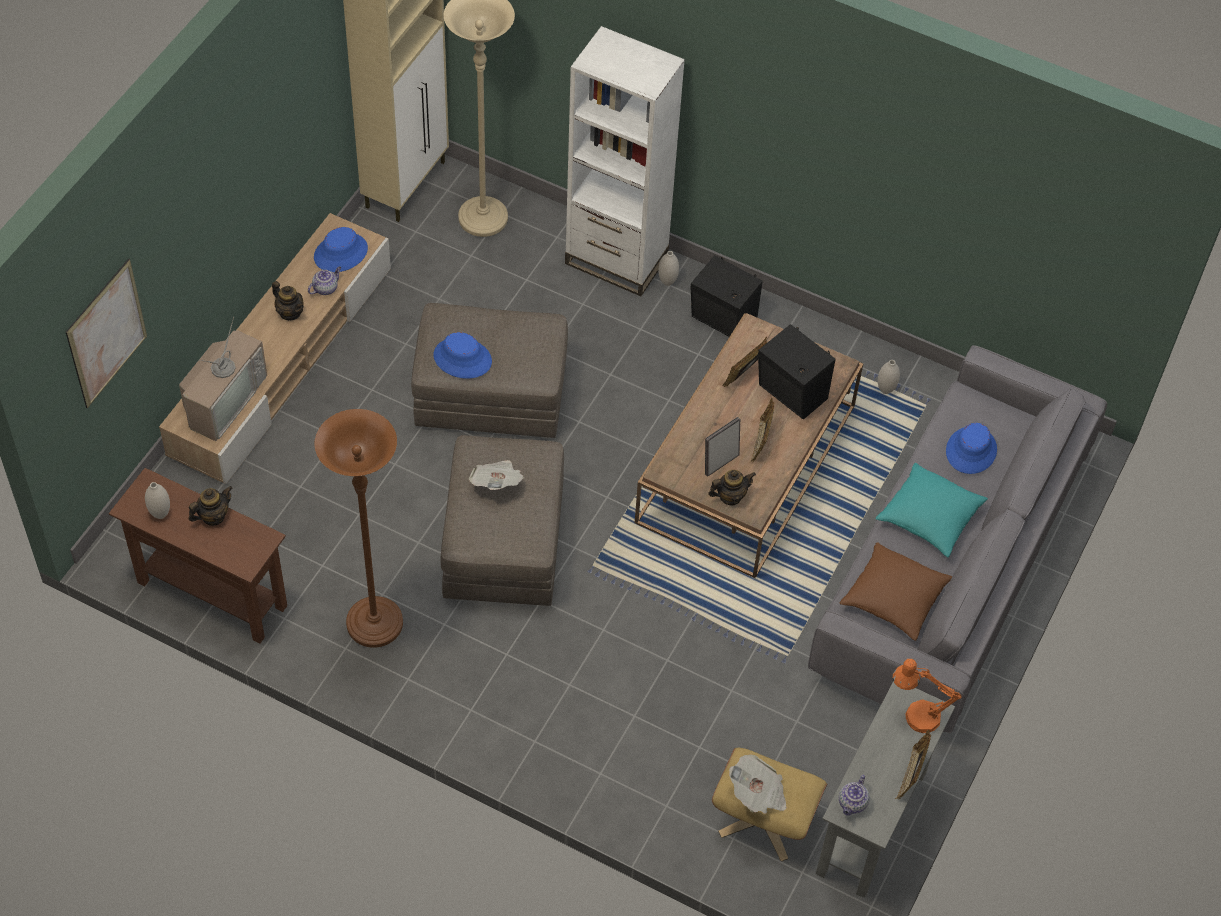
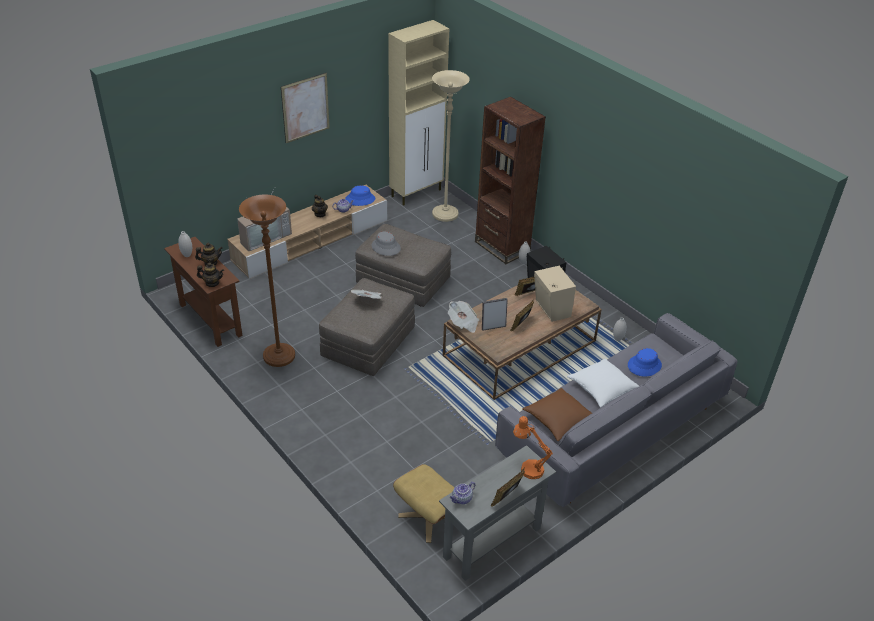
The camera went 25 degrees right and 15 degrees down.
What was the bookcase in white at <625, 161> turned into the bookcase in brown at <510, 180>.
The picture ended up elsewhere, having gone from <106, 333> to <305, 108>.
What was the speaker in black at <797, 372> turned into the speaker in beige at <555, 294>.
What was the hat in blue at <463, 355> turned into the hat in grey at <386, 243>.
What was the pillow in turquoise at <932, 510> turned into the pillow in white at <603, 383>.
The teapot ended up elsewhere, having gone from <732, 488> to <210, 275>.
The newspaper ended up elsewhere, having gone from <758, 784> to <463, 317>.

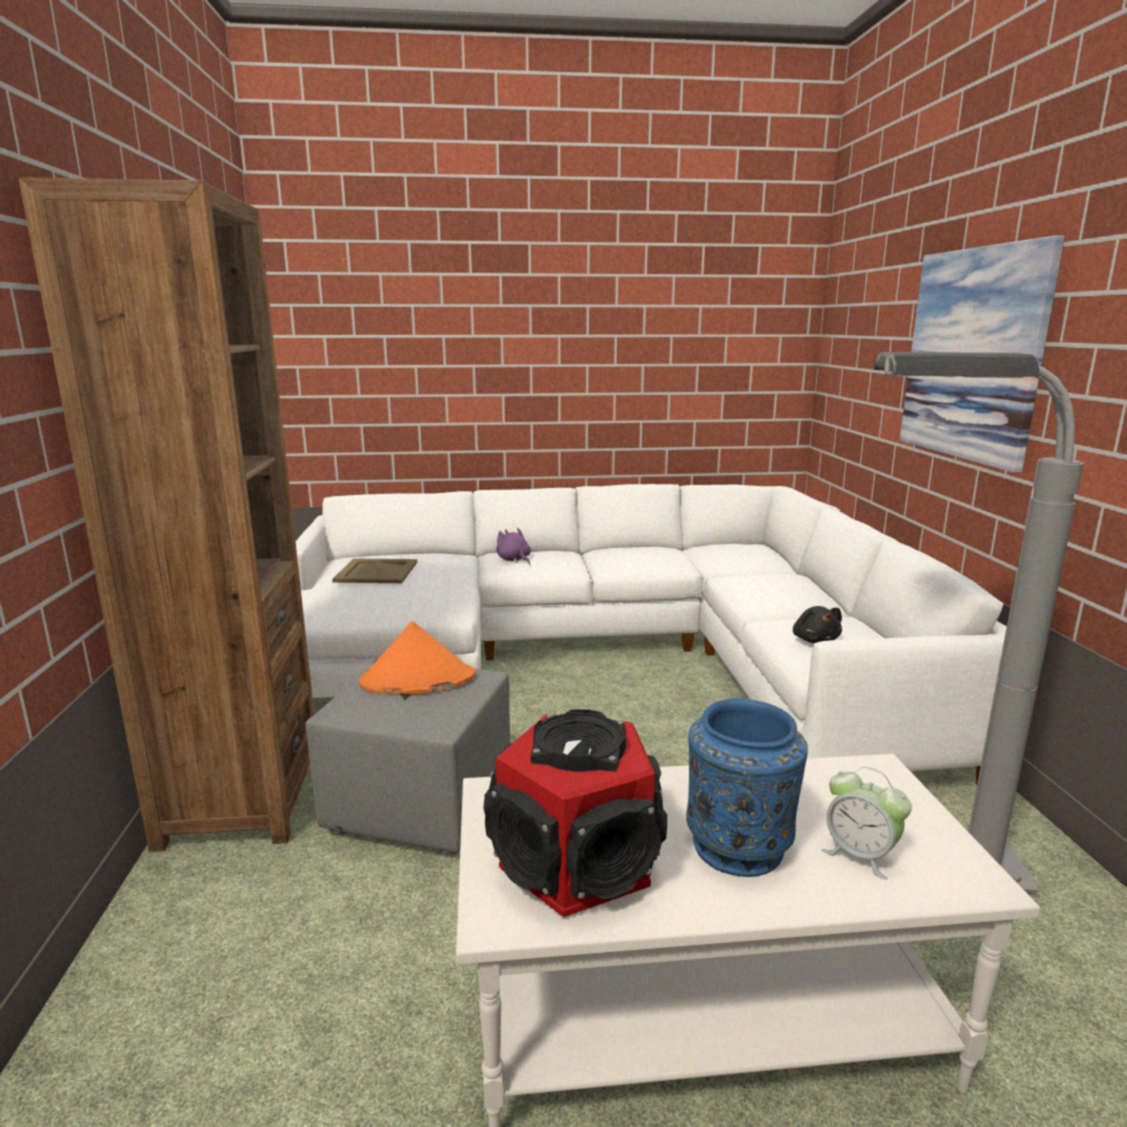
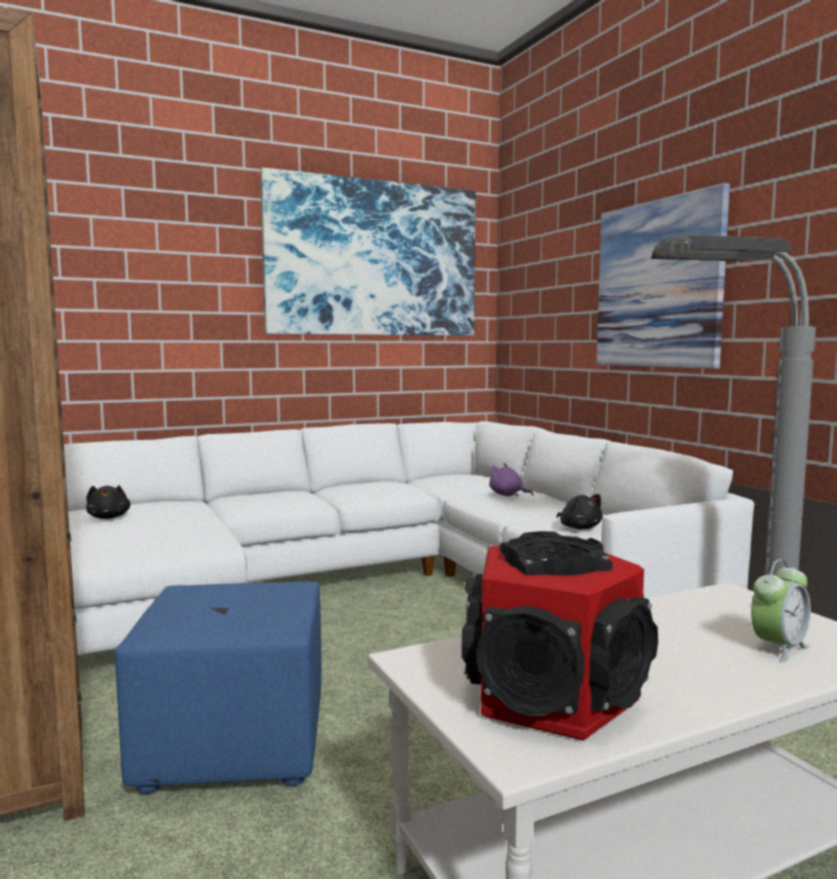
The camera went 20 degrees left and 10 degrees down.
The plush toy in purple ended up elsewhere, having gone from <513, 546> to <511, 480>.
Where the tray in beige stood at <374, 570>, the plush toy in black came to stand at <108, 502>.
The second view lost the hat in orange at <417, 657>.
What was the ottoman in grey at <407, 762> turned into the ottoman in blue at <218, 687>.
The second view lost the vase in blue at <747, 787>.
The alarm clock at <867, 823> ended up facing another way, 60 degrees counterclockwise from before.
The second view gained the picture at <367, 251>.

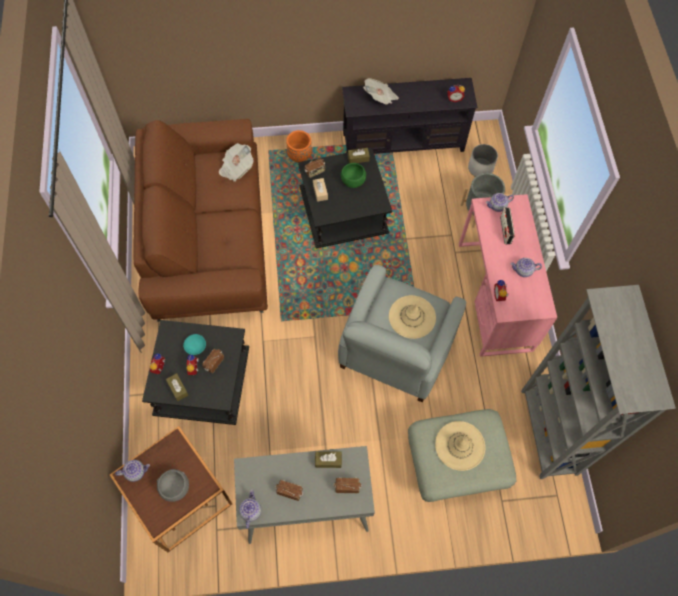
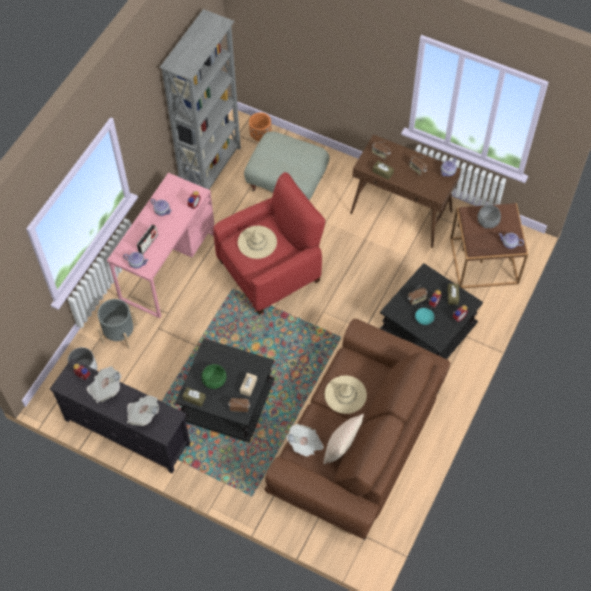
The camera went 145 degrees left and 5 degrees down.
The planter in orange ended up elsewhere, having gone from <299, 146> to <260, 127>.
What was the armchair in grey at <402, 333> turned into the armchair in red at <269, 243>.
The hat in beige ended up elsewhere, having gone from <460, 446> to <346, 395>.
What was the console table in grey at <304, 495> turned into the console table in brown at <405, 191>.
The second view gained the newspaper at <104, 384>.
The second view gained the pillow in beige at <344, 439>.

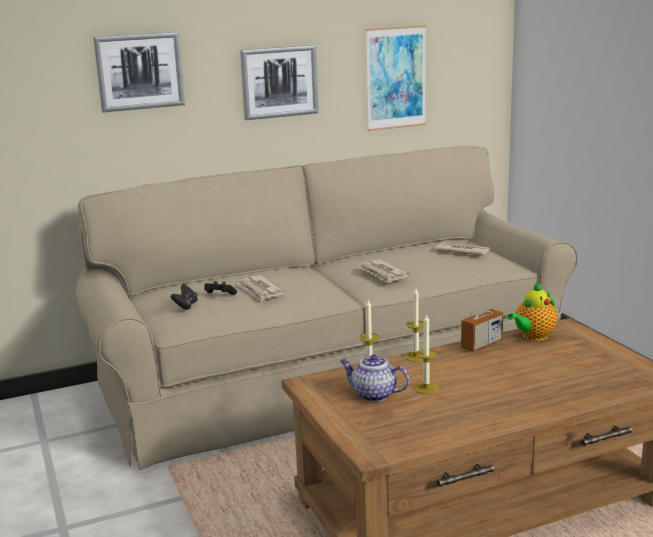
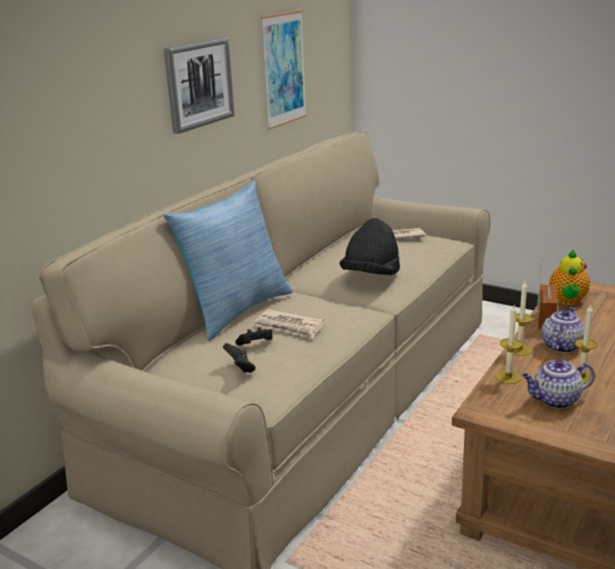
The camera went 35 degrees left and 5 degrees up.
The second view lost the picture at <139, 72>.
Where the newspaper stood at <384, 271>, the hat in black came to stand at <370, 246>.
The second view gained the pillow at <227, 260>.
The second view gained the teapot at <563, 330>.

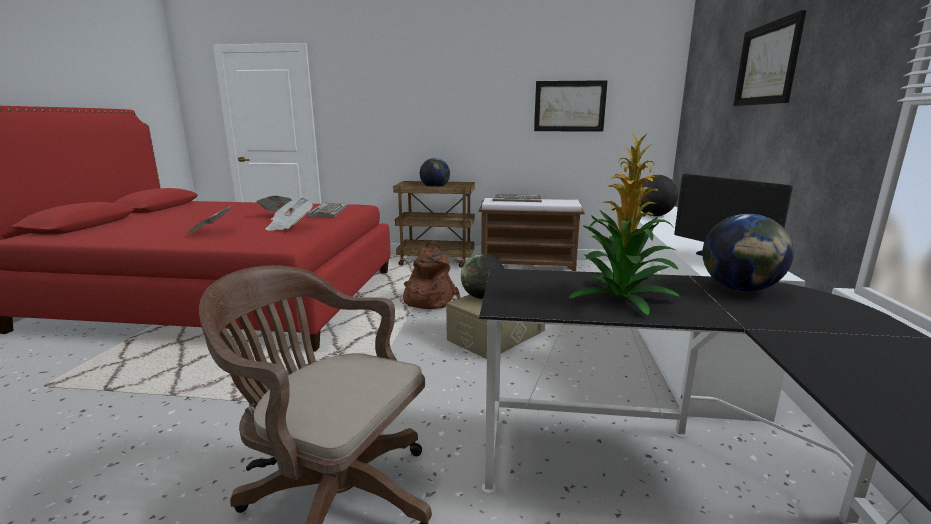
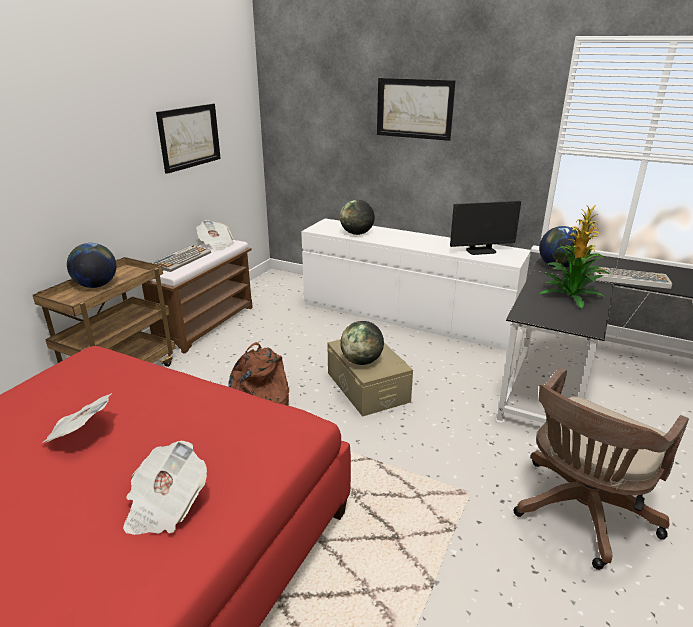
The camera went 70 degrees left and 10 degrees up.
The newspaper ended up elsewhere, having gone from <289, 214> to <215, 235>.
The keyboard ended up elsewhere, having gone from <327, 210> to <632, 278>.

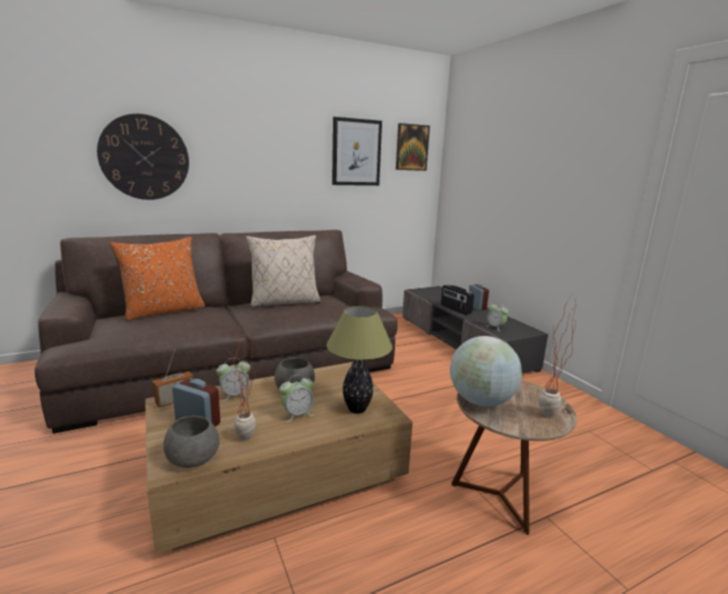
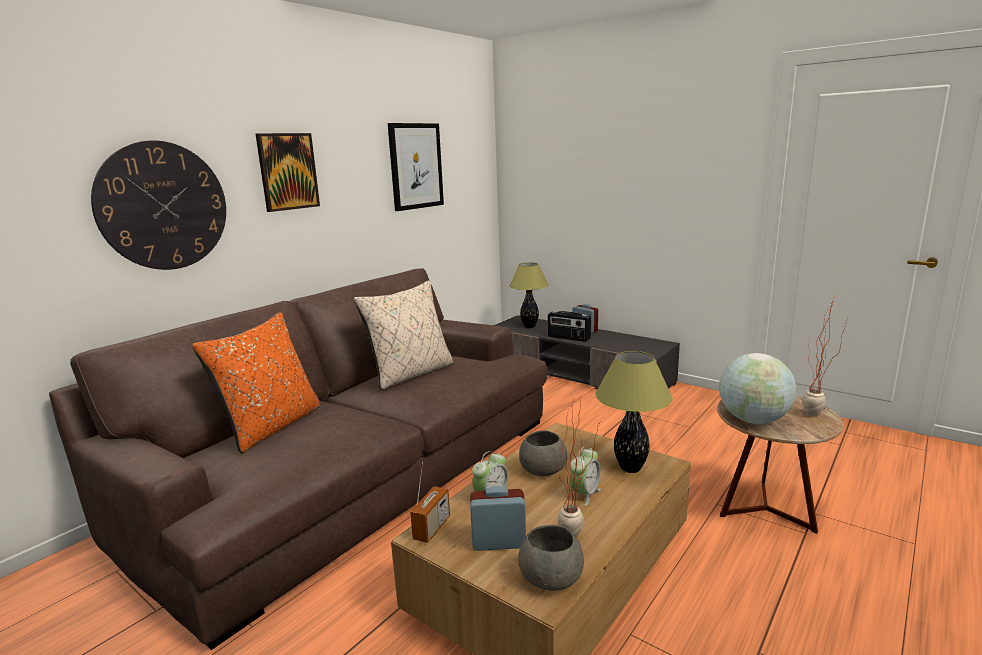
The camera went 25 degrees left and 0 degrees up.
The picture ended up elsewhere, having gone from <413, 147> to <288, 172>.
The second view lost the alarm clock at <497, 316>.
The second view gained the table lamp at <529, 295>.

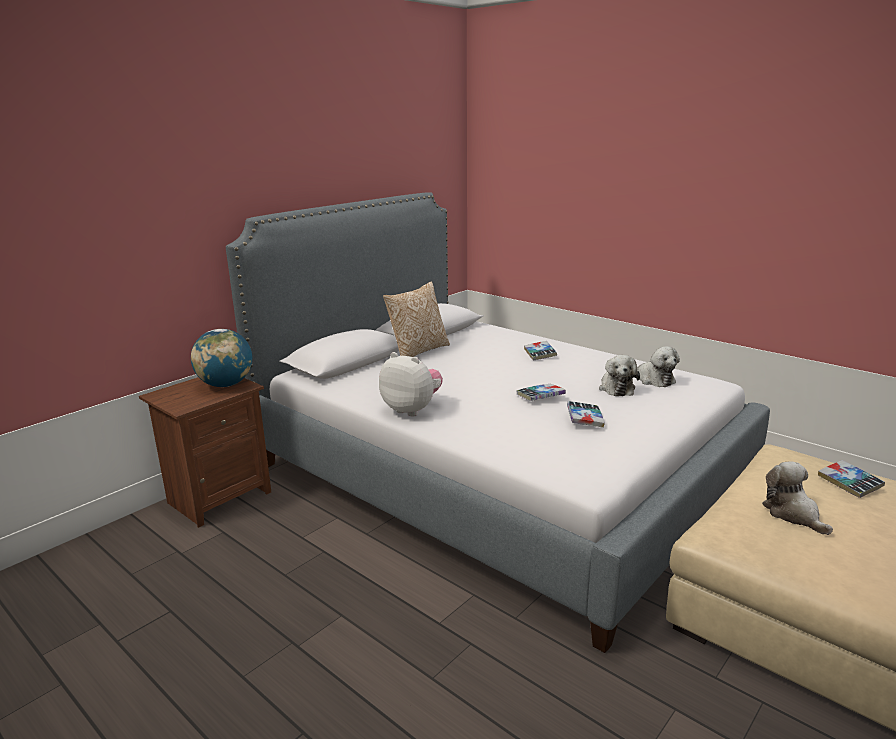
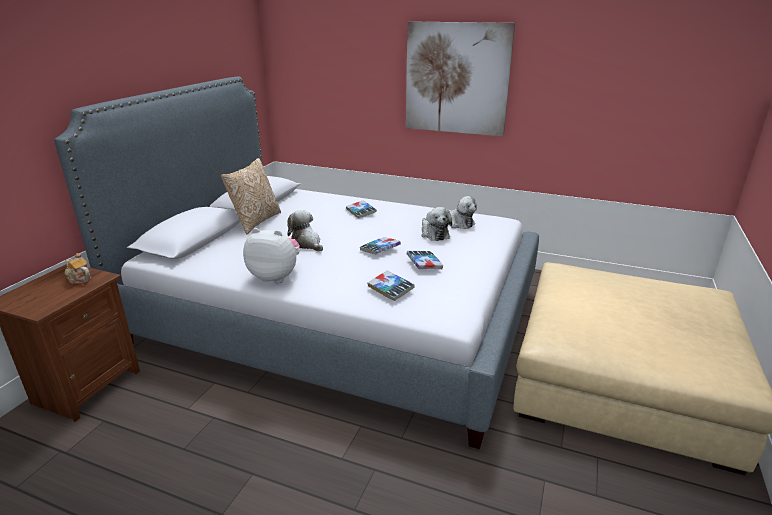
The camera went 20 degrees left and 5 degrees up.
Where the globe stood at <221, 358>, the teapot came to stand at <78, 268>.
The book ended up elsewhere, having gone from <851, 479> to <391, 285>.
The plush toy ended up elsewhere, having gone from <797, 498> to <305, 230>.
The second view gained the picture at <460, 78>.

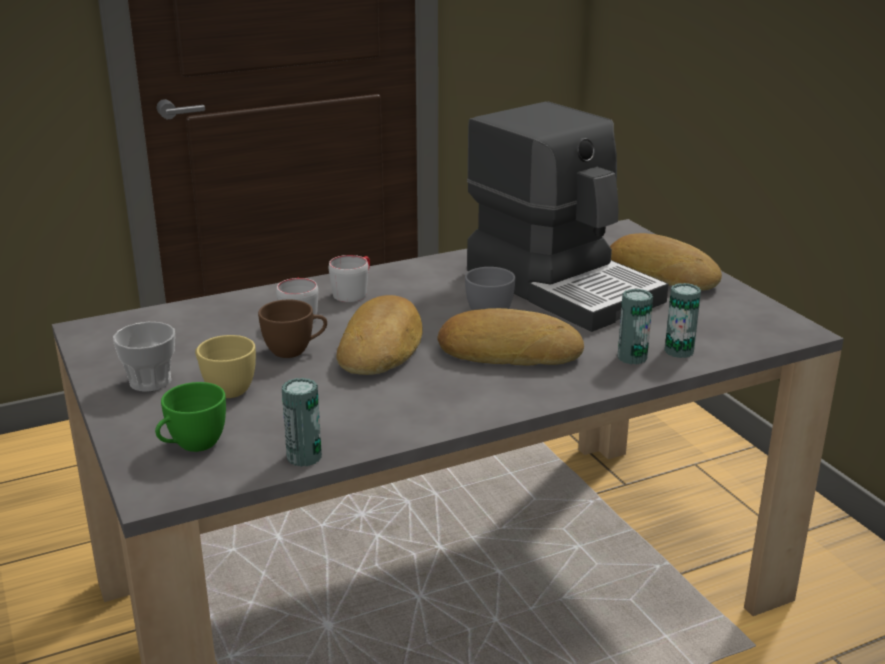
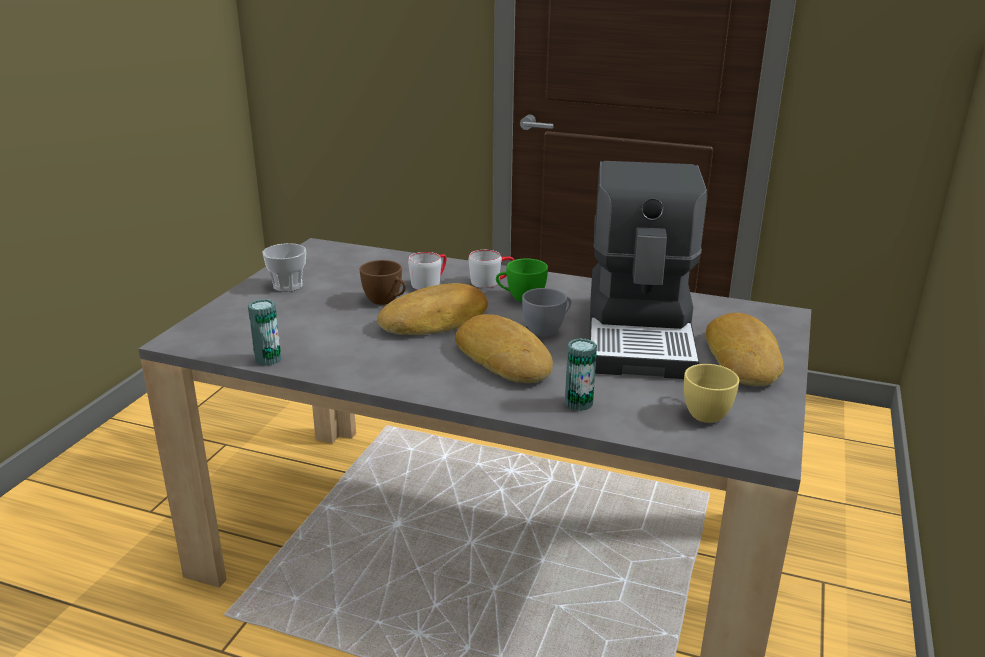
The camera went 45 degrees right and 0 degrees up.
The second view lost the can at <683, 320>.
The cup in yellow ended up elsewhere, having gone from <225, 366> to <711, 393>.
The cup in green ended up elsewhere, having gone from <190, 417> to <522, 280>.

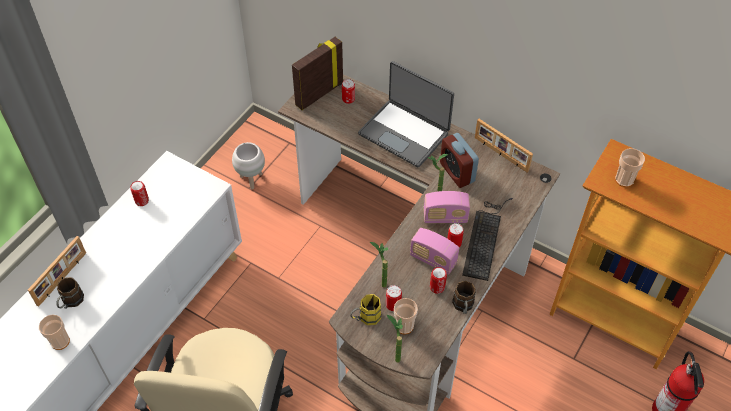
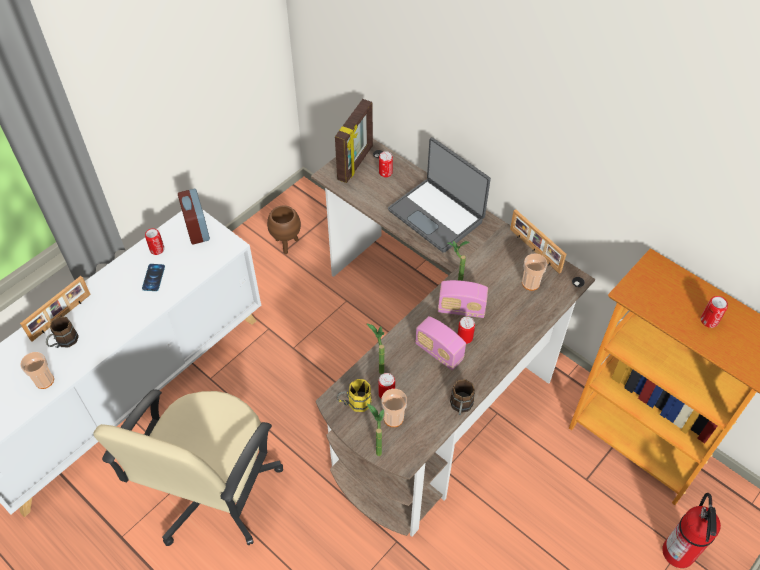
The camera went 10 degrees right and 0 degrees up.
The picture frame at <317, 73> ended up facing another way, 150 degrees clockwise from before.
The alarm clock ended up elsewhere, having gone from <459, 160> to <194, 217>.
What was the planter in white at <248, 165> turned into the planter in brown at <284, 229>.
The cup ended up elsewhere, having gone from <630, 167> to <535, 272>.
The second view lost the keyboard at <487, 239>.
The can ended up elsewhere, having gone from <438, 280> to <714, 312>.
The second view gained the phone at <153, 277>.

